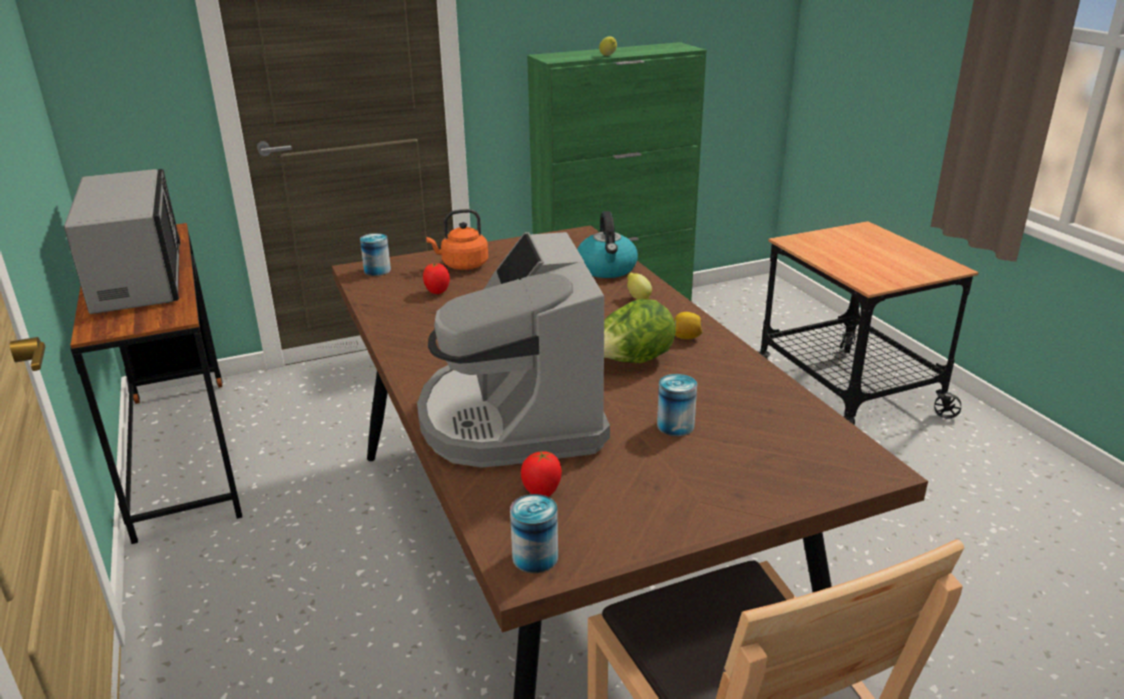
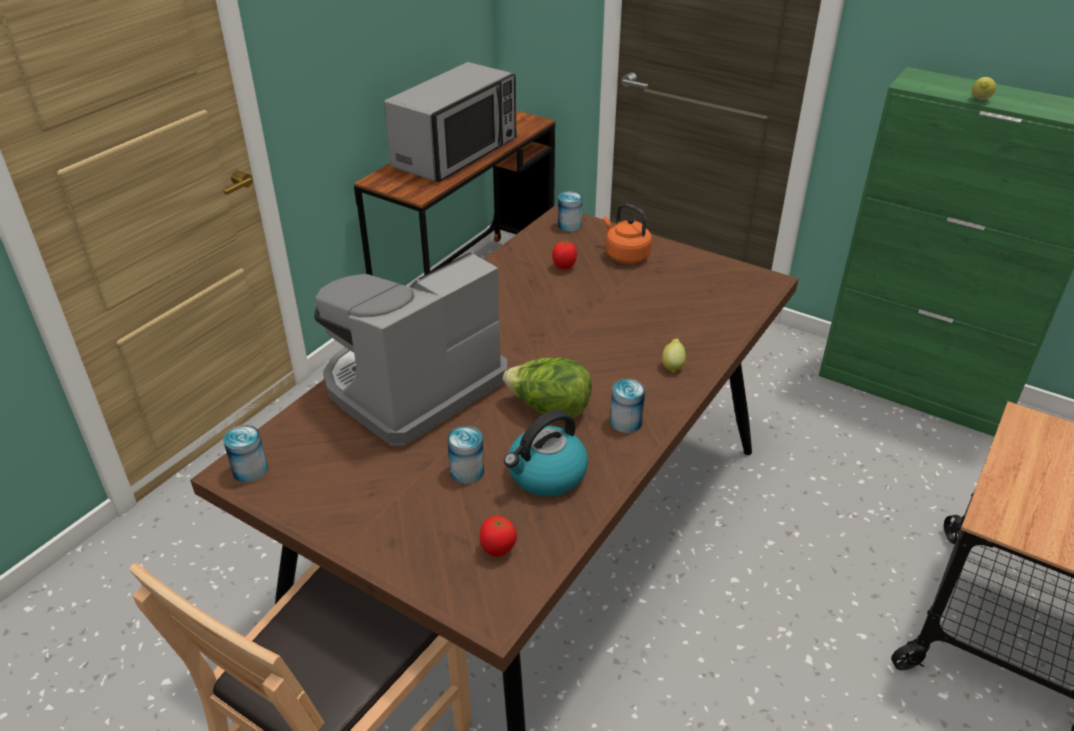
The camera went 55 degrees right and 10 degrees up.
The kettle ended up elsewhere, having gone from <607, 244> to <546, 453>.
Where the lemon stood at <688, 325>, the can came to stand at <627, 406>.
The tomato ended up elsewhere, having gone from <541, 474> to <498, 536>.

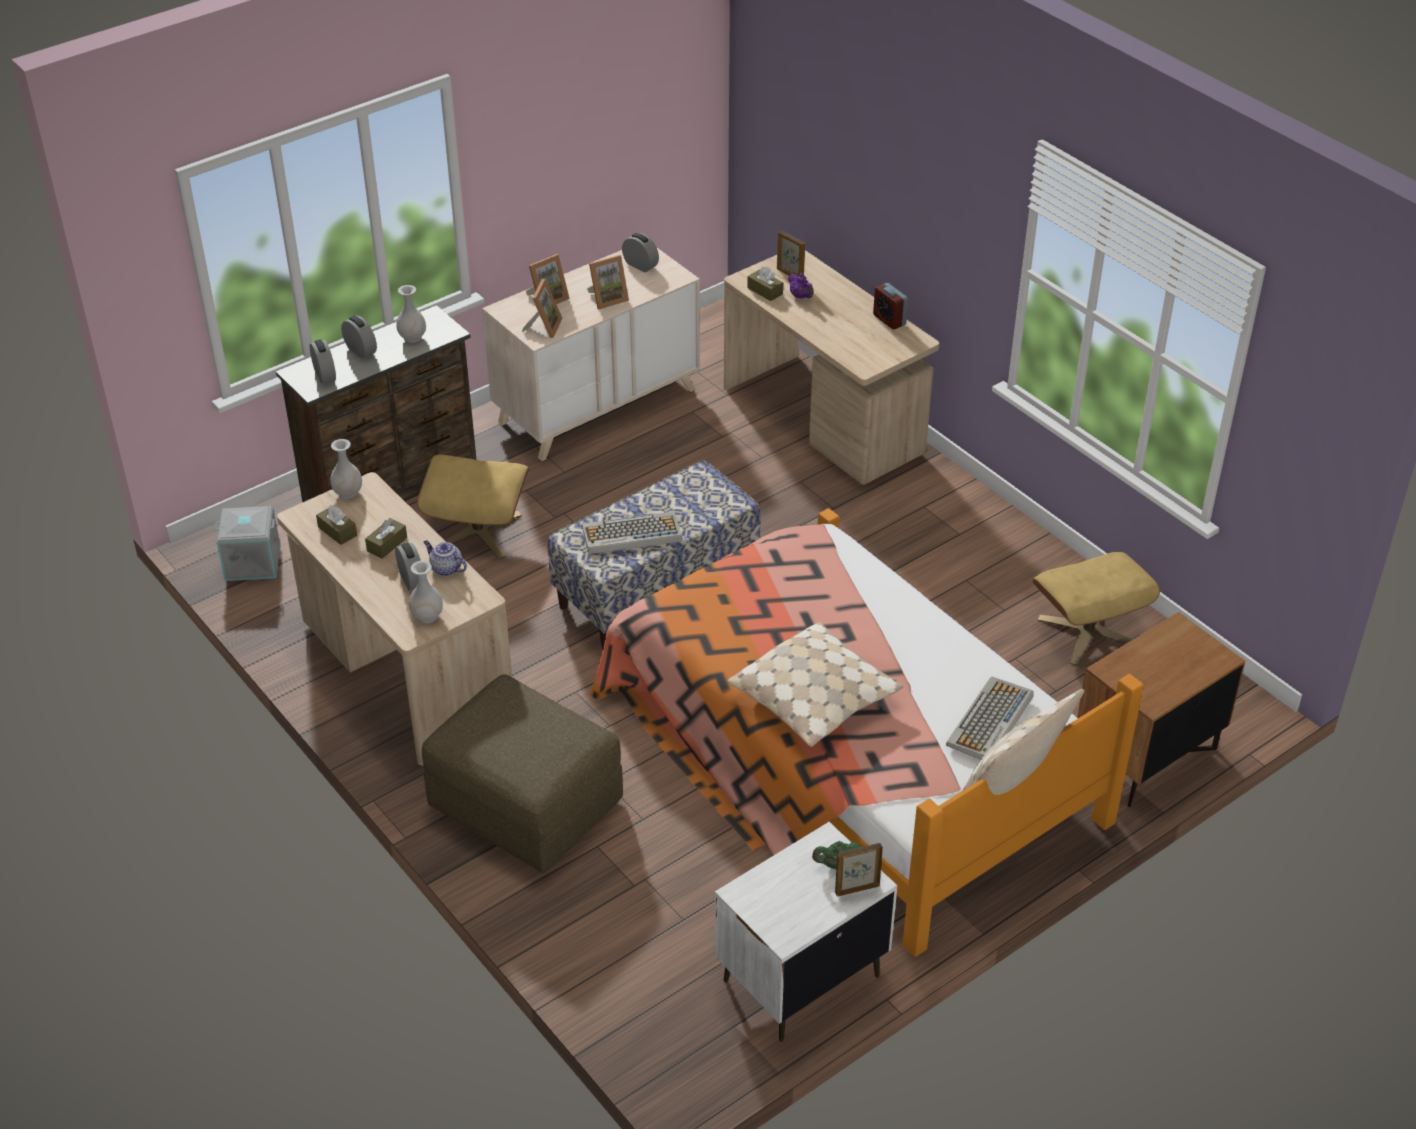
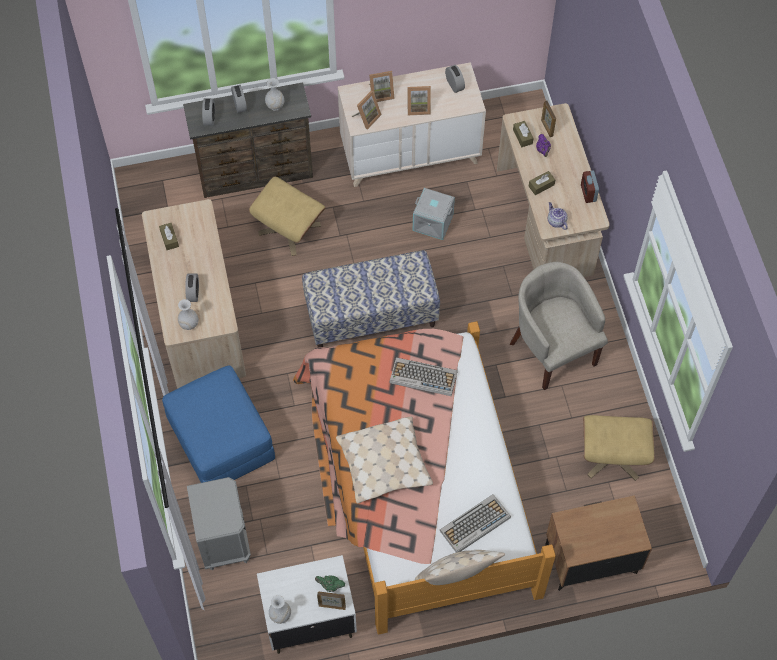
The camera went 25 degrees right and 20 degrees up.
The vase in white ended up elsewhere, having gone from <346, 469> to <280, 609>.
The storage box in grey ended up elsewhere, having gone from <247, 543> to <434, 214>.
The keyboard ended up elsewhere, having gone from <632, 532> to <424, 376>.
The tissue box in brown ended up elsewhere, having gone from <386, 538> to <541, 183>.
The teapot ended up elsewhere, having gone from <445, 558> to <558, 216>.
What was the ottoman in brown at <522, 774> turned into the ottoman in blue at <218, 424>.
The second view gained the armchair in beige at <559, 326>.
The second view gained the nightstand in grey at <219, 523>.

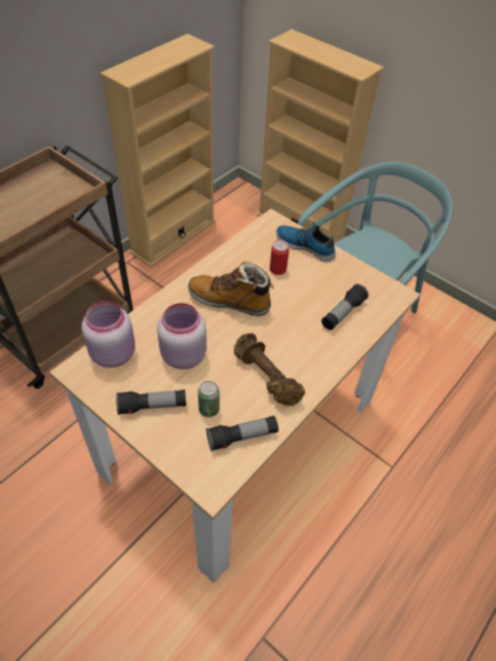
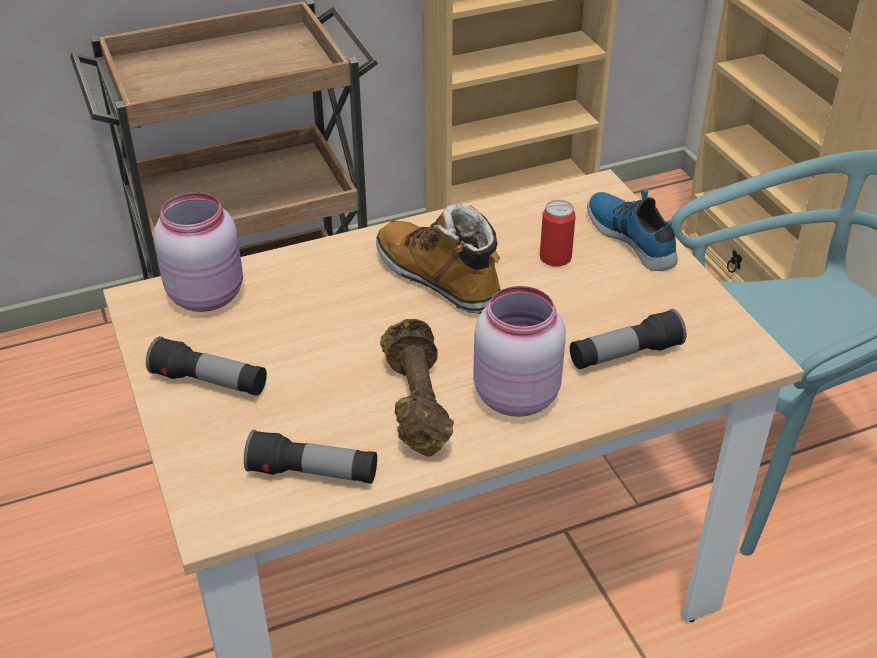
The camera went 30 degrees right and 10 degrees down.
The jar in pink ended up elsewhere, having gone from <182, 336> to <519, 351>.
The second view lost the can at <208, 399>.

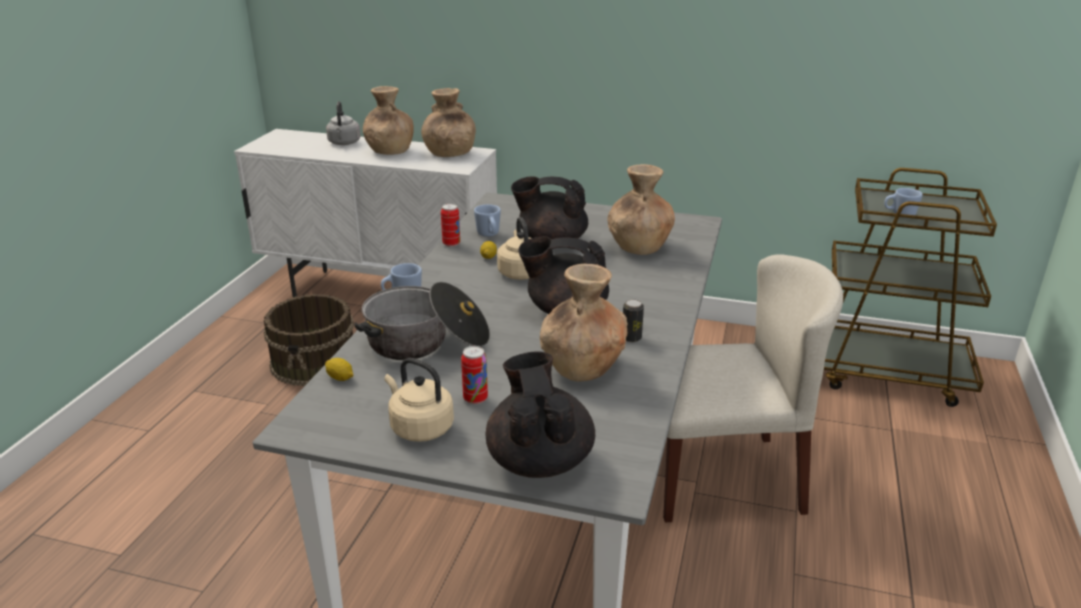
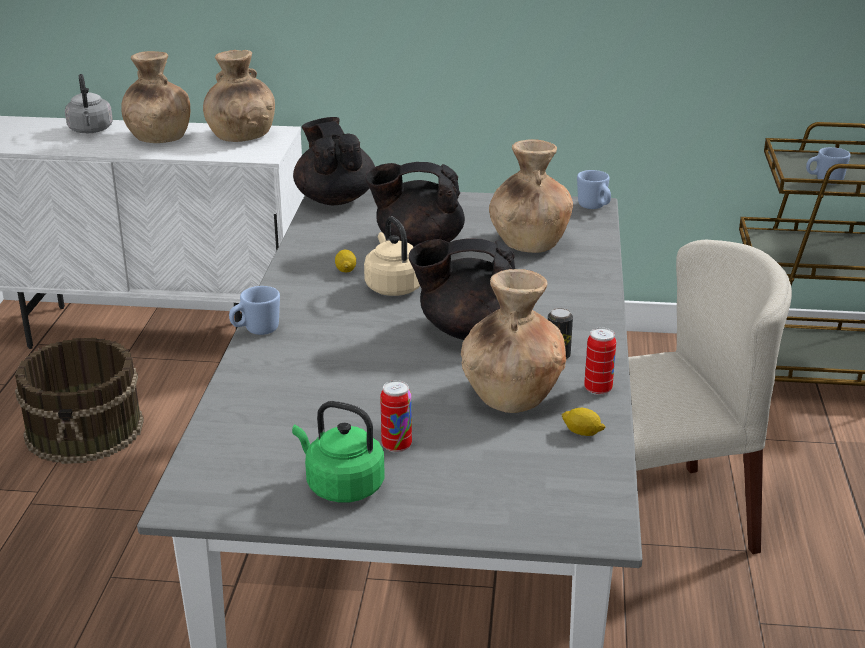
The camera went 10 degrees left and 0 degrees up.
The can ended up elsewhere, having gone from <450, 225> to <600, 361>.
The mug in blue ended up elsewhere, having gone from <487, 220> to <594, 189>.
The second view lost the cooking pot at <422, 321>.
The teapot in black ended up elsewhere, having gone from <540, 414> to <334, 161>.
The lemon ended up elsewhere, having gone from <339, 369> to <583, 422>.
What was the kettle in beige at <419, 400> turned into the kettle in green at <338, 452>.

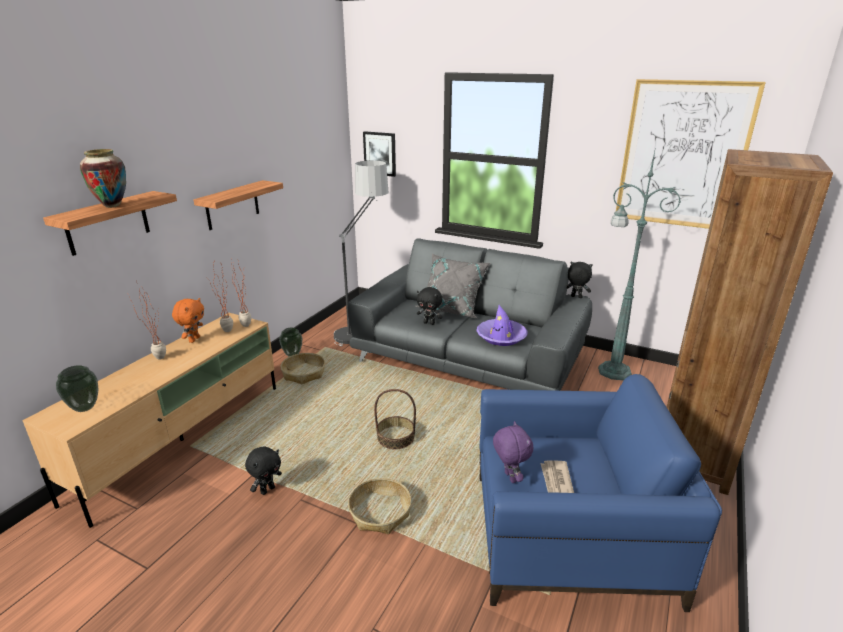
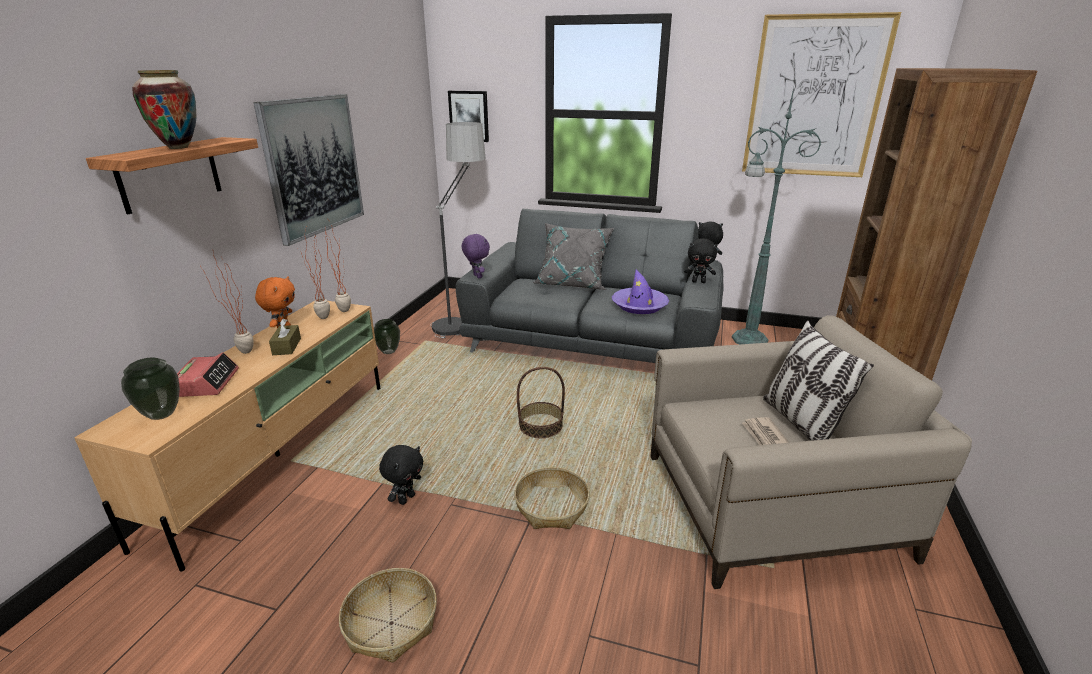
The camera went 10 degrees left and 0 degrees up.
Where the shelf hung at <238, 205>, the picture came to hang at <308, 170>.
The plush toy in black ended up elsewhere, having gone from <429, 306> to <700, 260>.
The basket ended up elsewhere, having gone from <302, 368> to <388, 615>.
What was the armchair in blue at <600, 493> turned into the armchair in beige at <811, 452>.
The plush toy in purple ended up elsewhere, having gone from <513, 452> to <476, 255>.
The second view gained the tissue box in brown at <285, 337>.
The second view gained the pillow at <818, 380>.
The second view gained the alarm clock at <208, 374>.

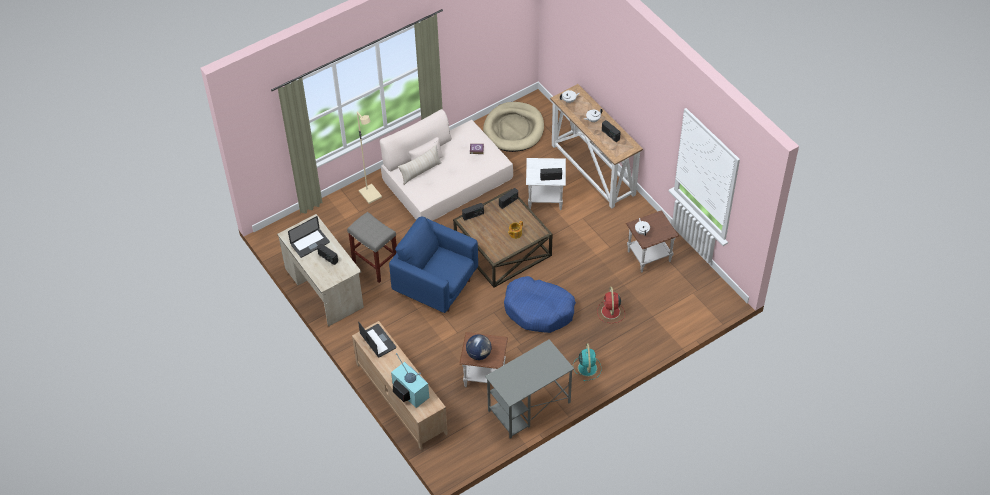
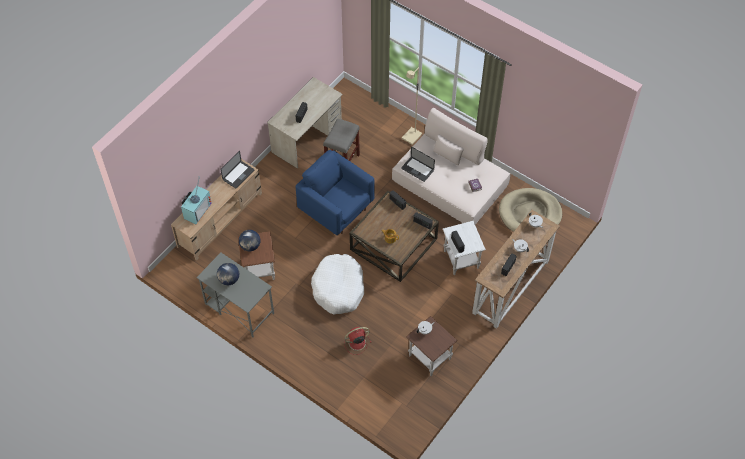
The camera went 70 degrees right and 5 degrees up.
The second view lost the pillow in beige at <420, 165>.
The laptop ended up elsewhere, having gone from <309, 237> to <418, 164>.
The armchair in blue at <433, 265> ended up facing another way, 60 degrees counterclockwise from before.
What was the dog bed in blue at <540, 304> turned into the dog bed in white at <337, 284>.
The second view lost the fan in turquoise at <587, 362>.
The second view gained the globe at <228, 274>.

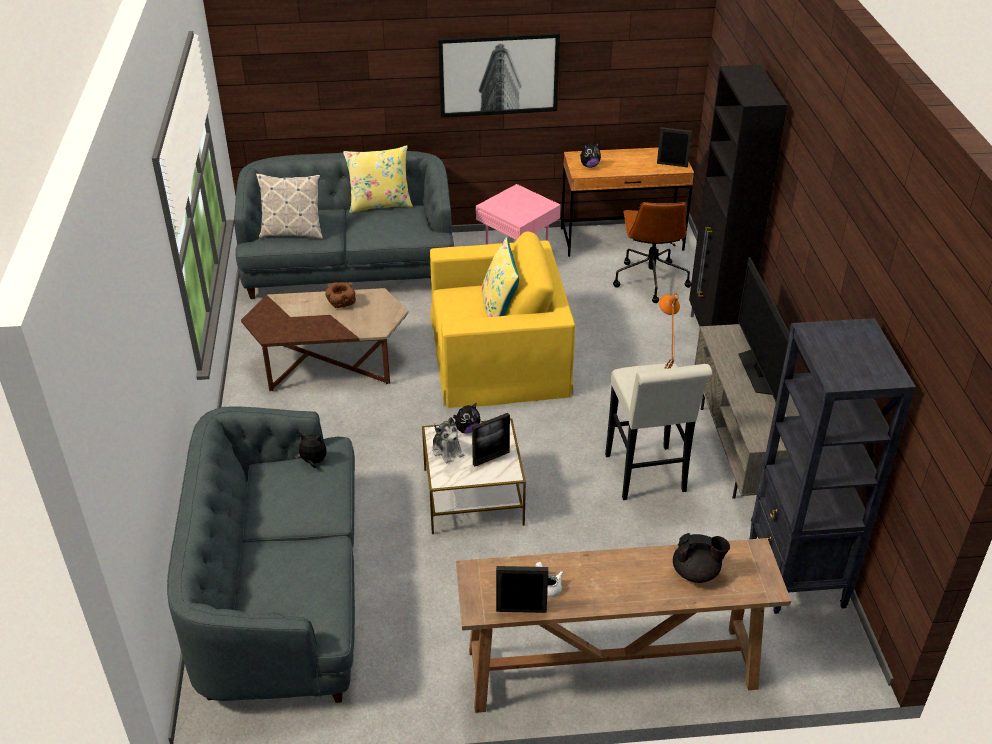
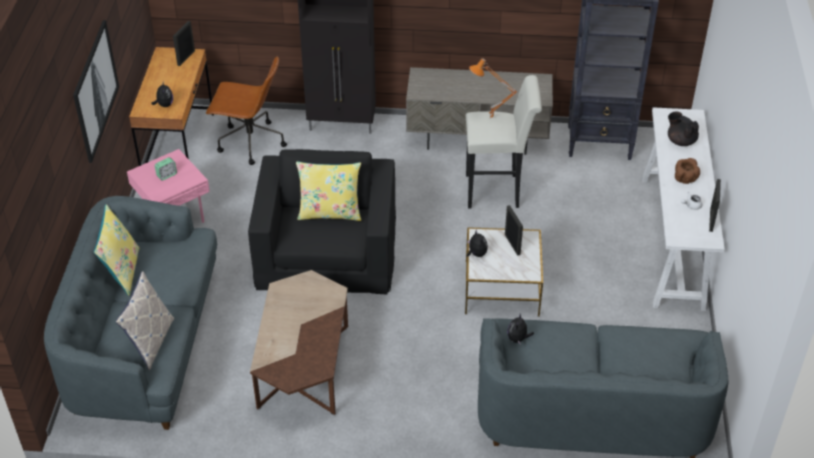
The camera went 80 degrees left and 5 degrees up.
What was the armchair in yellow at <502, 320> turned into the armchair in black at <322, 221>.
The second view lost the television at <764, 329>.
The bowl in brown ended up elsewhere, having gone from <340, 295> to <687, 171>.
The second view lost the plush toy at <448, 440>.
The teapot in black at <701, 558> ended up facing another way, 60 degrees counterclockwise from before.
What was the console table in brown at <623, 625> turned into the console table in white at <683, 209>.
The second view gained the alarm clock at <166, 169>.

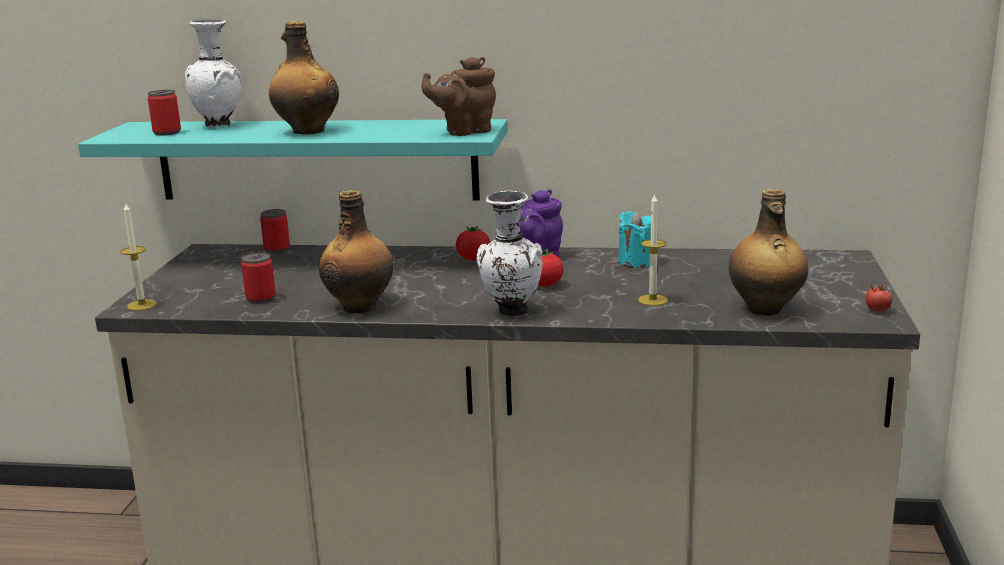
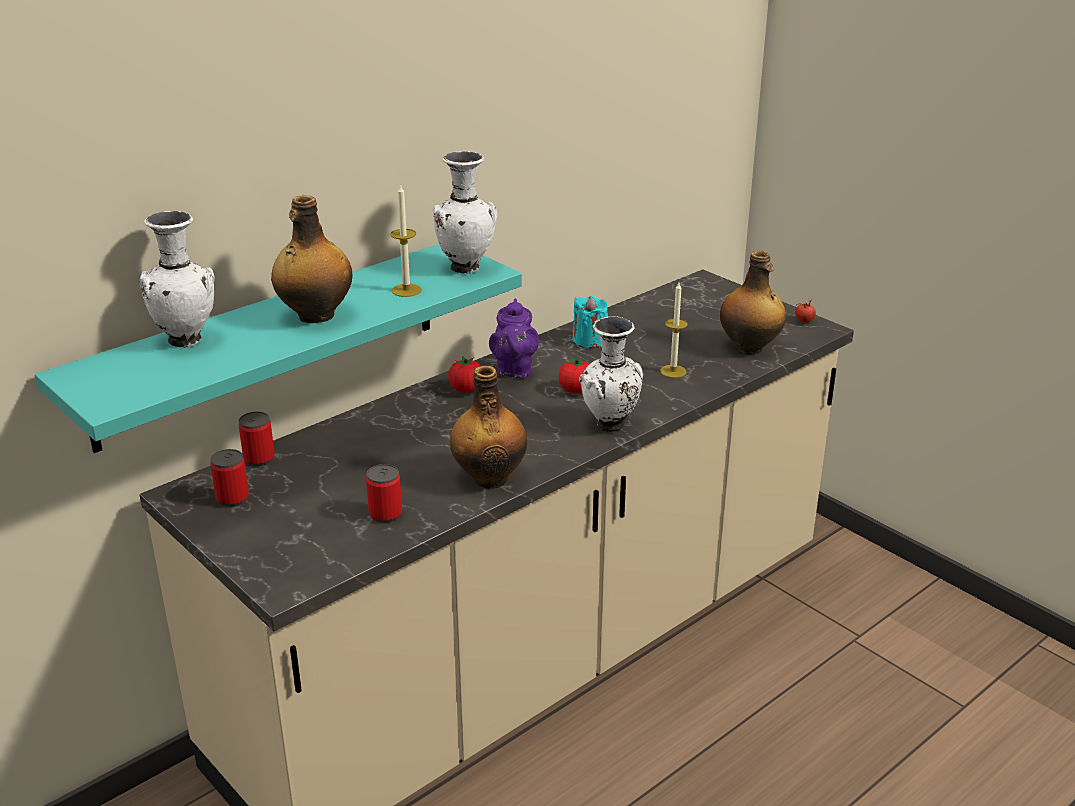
The camera went 50 degrees left and 10 degrees up.
Where the teapot in brown stood at <458, 96>, the vase in white came to stand at <465, 212>.
The can ended up elsewhere, having gone from <164, 113> to <229, 478>.
The candle ended up elsewhere, having gone from <138, 256> to <406, 240>.

